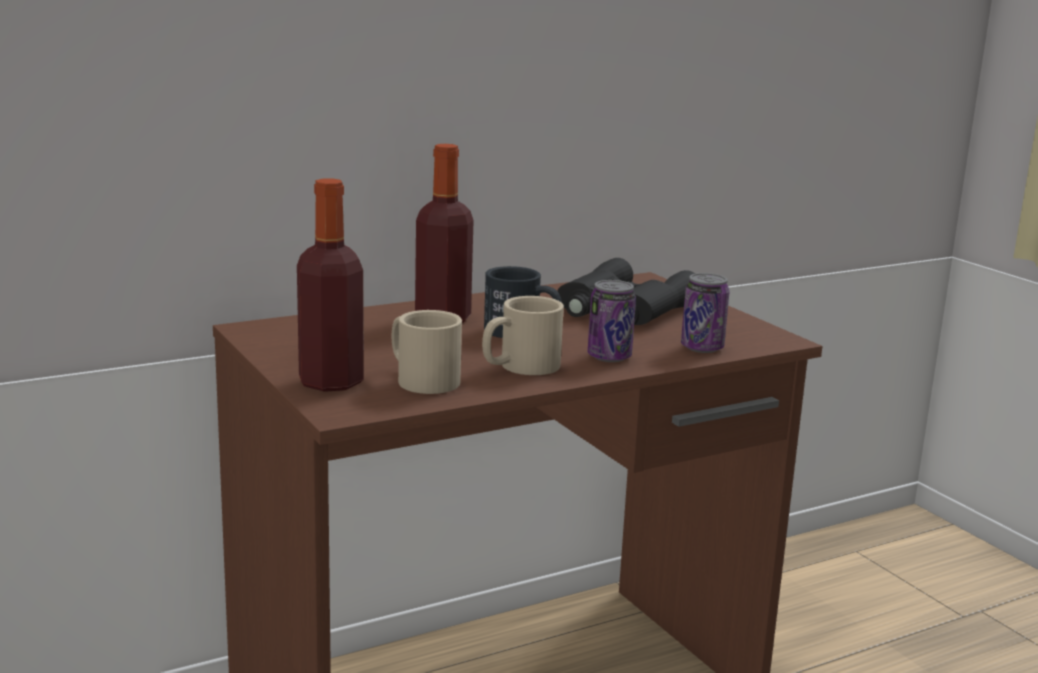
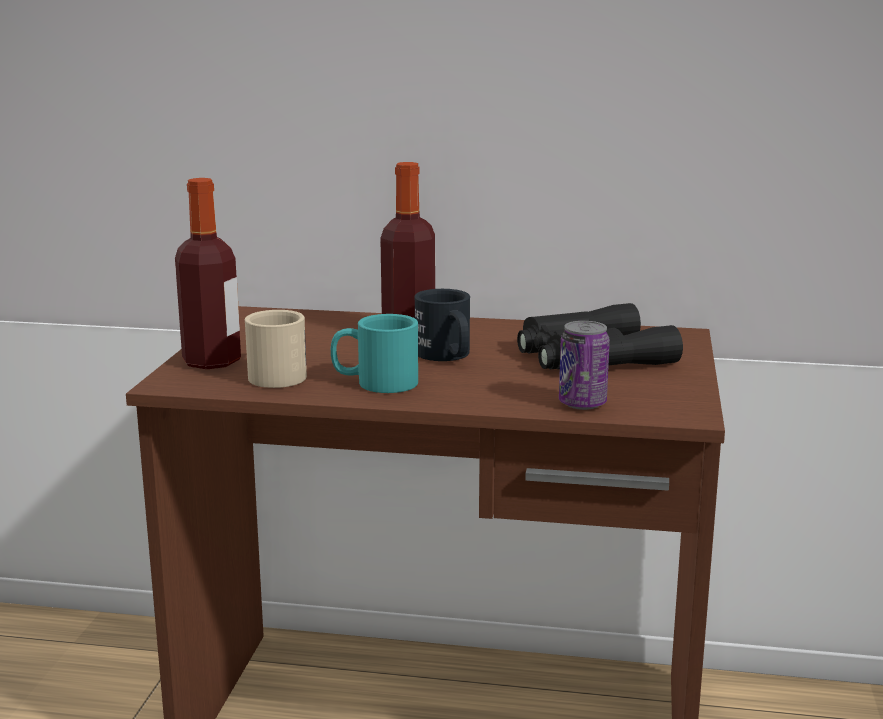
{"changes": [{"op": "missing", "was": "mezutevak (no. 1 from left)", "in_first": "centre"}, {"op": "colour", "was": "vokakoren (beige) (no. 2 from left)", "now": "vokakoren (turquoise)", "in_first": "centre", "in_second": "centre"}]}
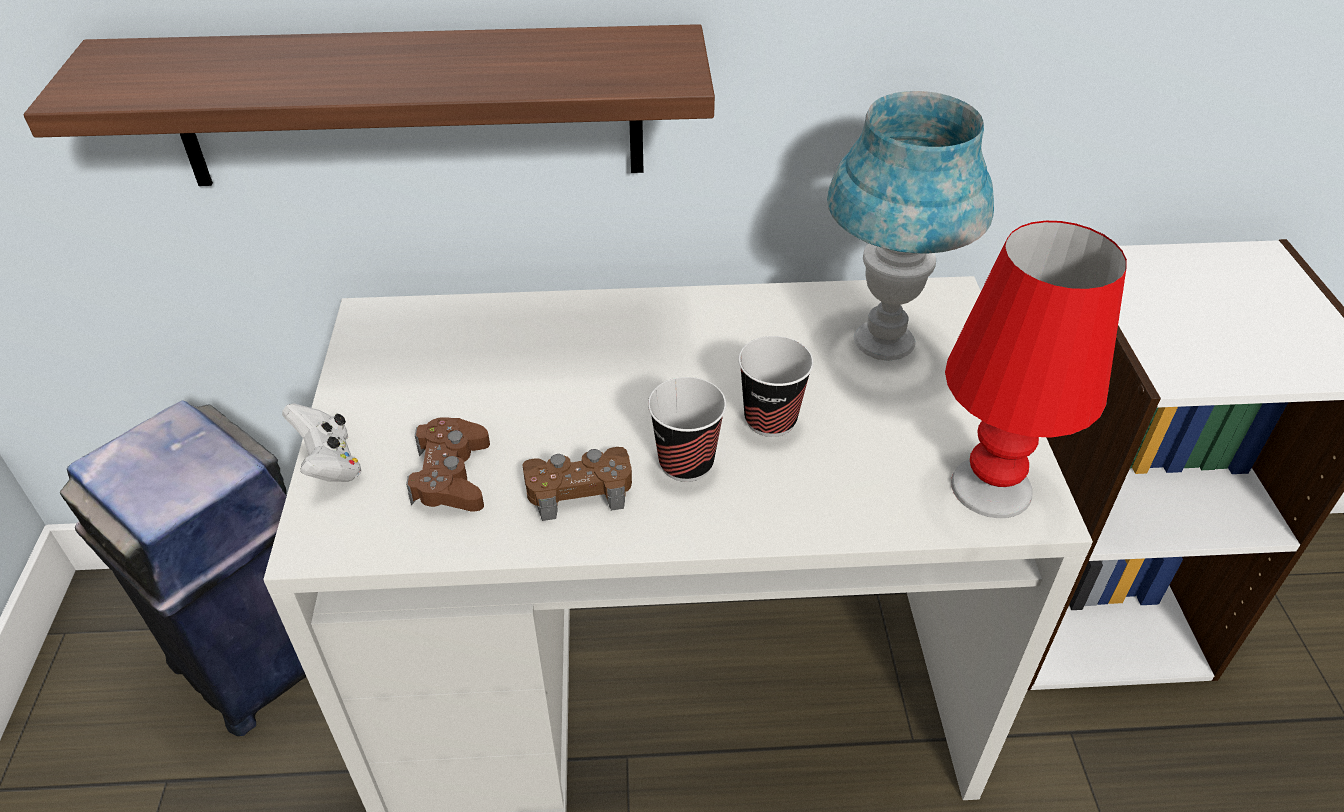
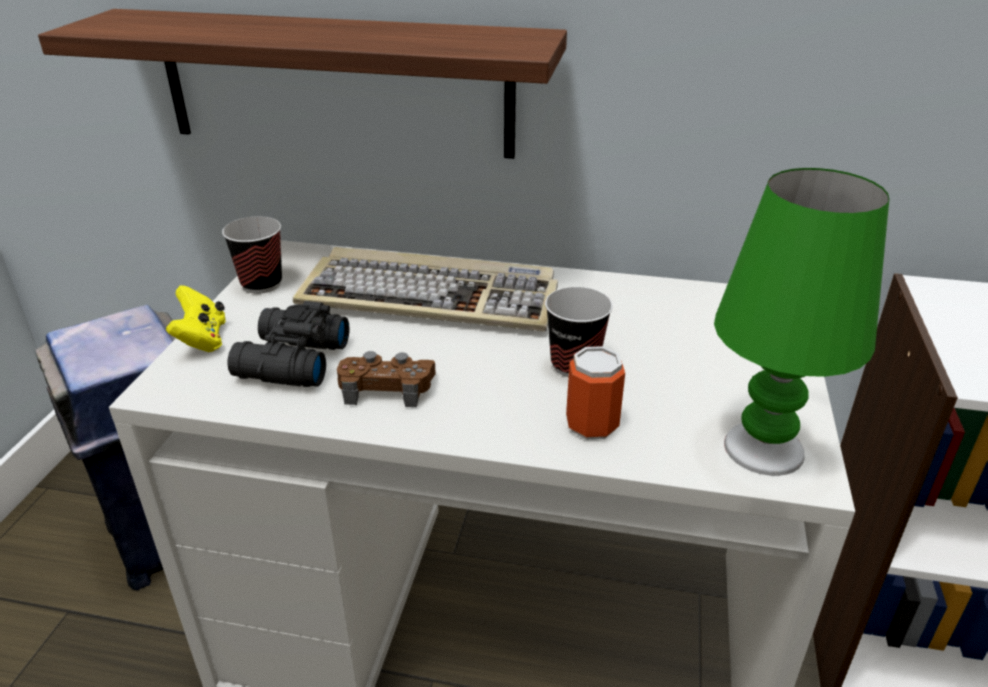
{"changes": [{"op": "missing", "was": "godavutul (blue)", "in_first": "top right"}, {"op": "colour", "was": "godavutul (red)", "now": "godavutul (green)", "in_first": "middle right", "in_second": "middle right"}, {"op": "relocated", "was": "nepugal (no. 1 from left)", "in_first": "centre", "in_second": "middle left"}, {"op": "colour", "was": "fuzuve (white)", "now": "fuzuve (yellow)", "in_first": "middle left", "in_second": "middle left"}, {"op": "exchanged", "was": "fuzuve (brown) (no. 1 from left)", "now": "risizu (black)", "in_first": "centre", "in_second": "middle left"}, {"op": "appeared", "now": "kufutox", "in_second": "centre"}, {"op": "appeared", "now": "mezutevak", "in_second": "centre"}]}
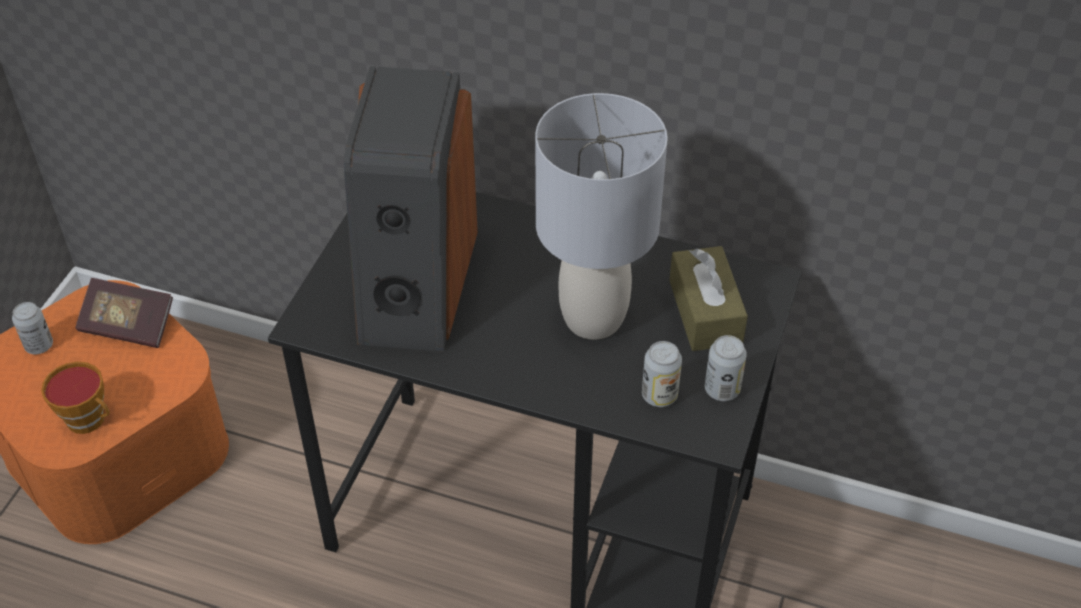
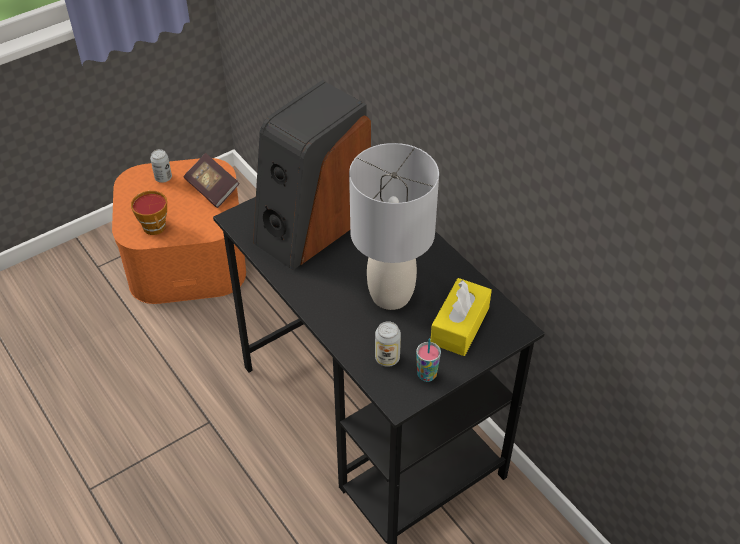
{"changes": [{"op": "colour", "was": "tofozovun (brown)", "now": "tofozovun (yellow)", "in_first": "centre", "in_second": "centre"}, {"op": "exchanged", "was": "mezutevak (no. 3 from left)", "now": "nepugal (no. 2 from left)", "in_first": "middle right", "in_second": "centre"}]}
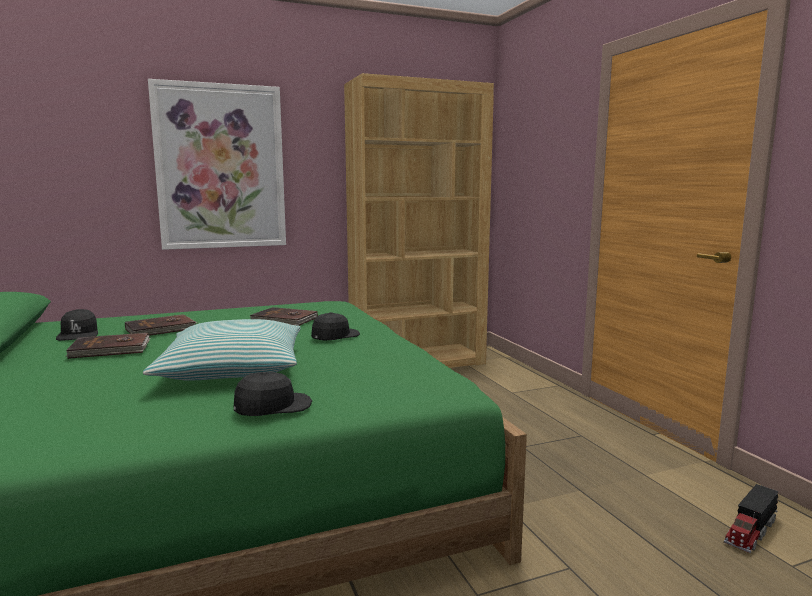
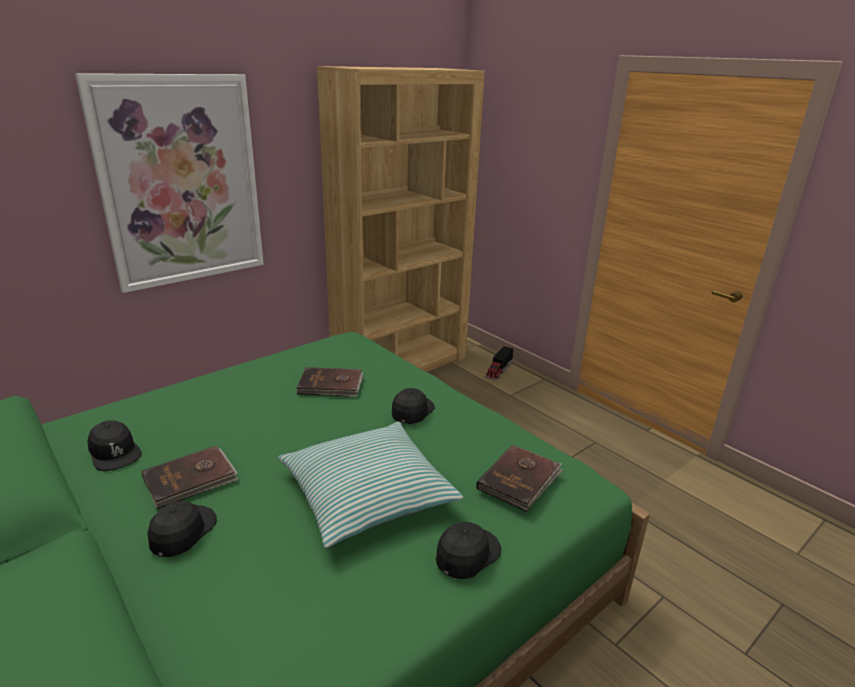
{"changes": [{"op": "relocated", "was": "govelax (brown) (no. 2 from left in the first image)", "now": "govelax (brown) (no. 3 from left)", "in_first": "middle left", "in_second": "bottom centre"}, {"op": "relocated", "was": "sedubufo", "in_first": "bottom right", "in_second": "centre"}, {"op": "appeared", "now": "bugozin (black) (no. 2 from left)", "in_second": "bottom left"}]}
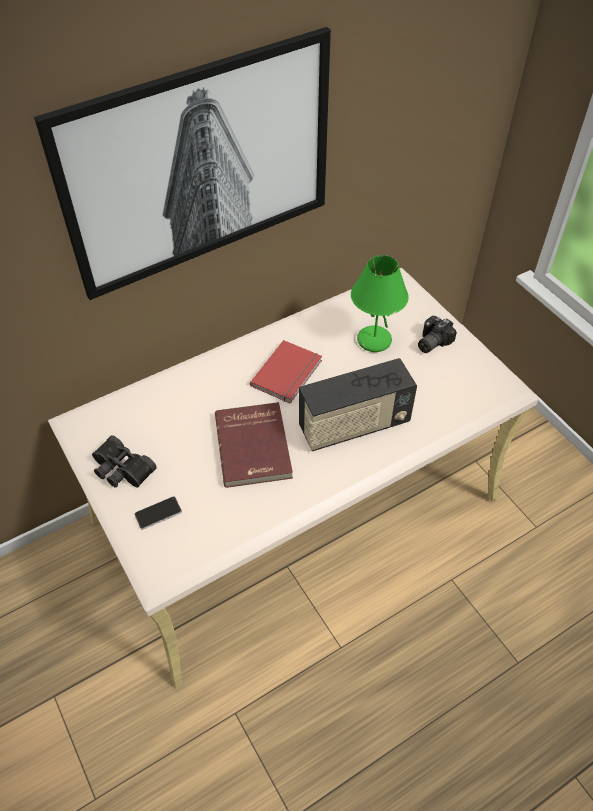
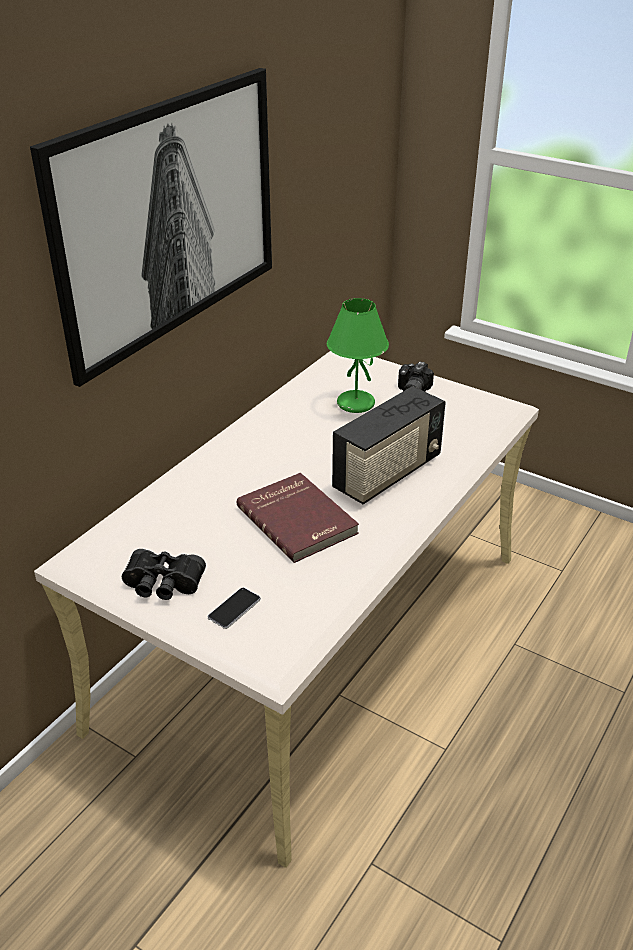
{"changes": [{"op": "missing", "was": "govelax (red) (no. 2 from left)", "in_first": "centre"}]}
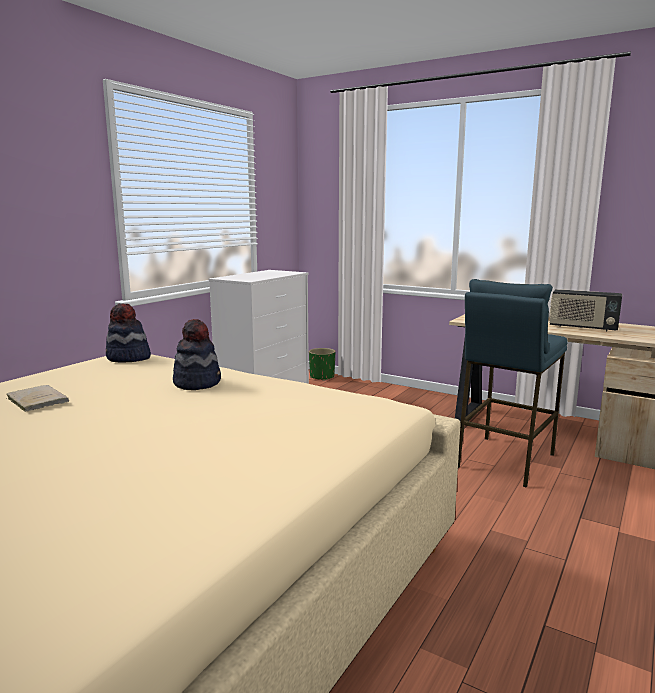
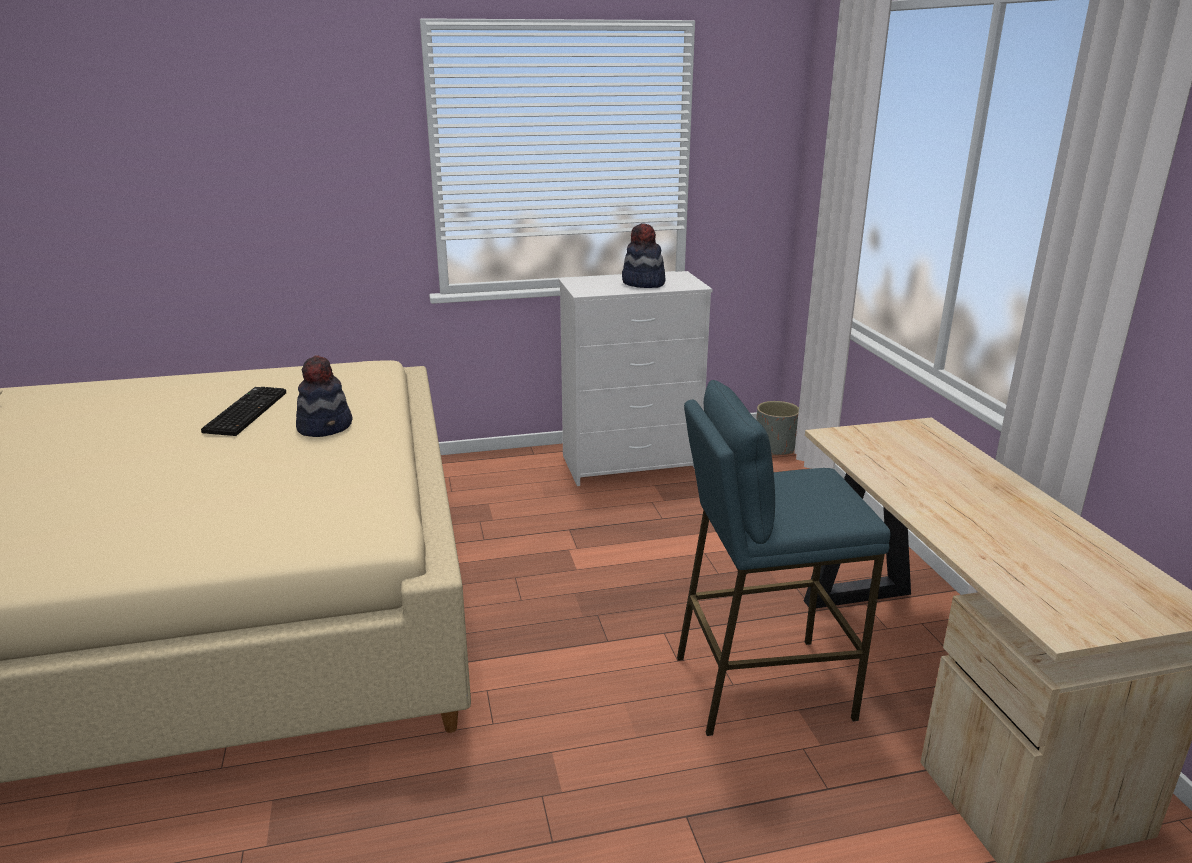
{"changes": [{"op": "missing", "was": "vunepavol", "in_first": "middle right"}, {"op": "relocated", "was": "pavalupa (no. 1 from left in the first image)", "now": "pavalupa (no. 2 from left)", "in_first": "middle left", "in_second": "top centre"}, {"op": "colour", "was": "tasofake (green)", "now": "tasofake (grey)", "in_first": "centre", "in_second": "centre"}, {"op": "missing", "was": "govelax (beige)", "in_first": "middle left"}, {"op": "appeared", "now": "kufutox", "in_second": "middle left"}]}
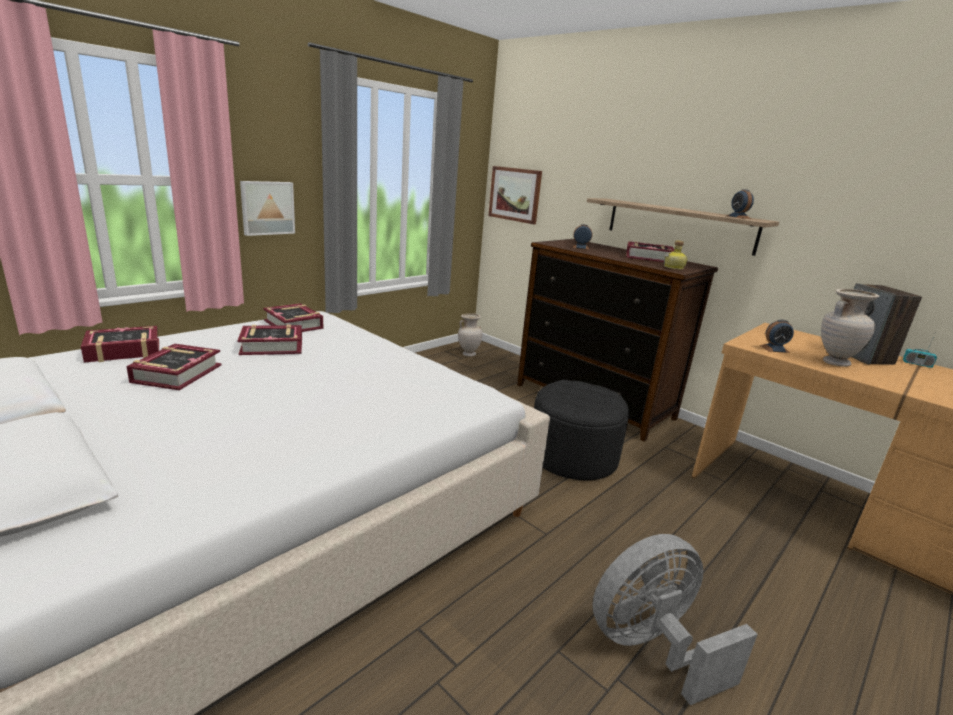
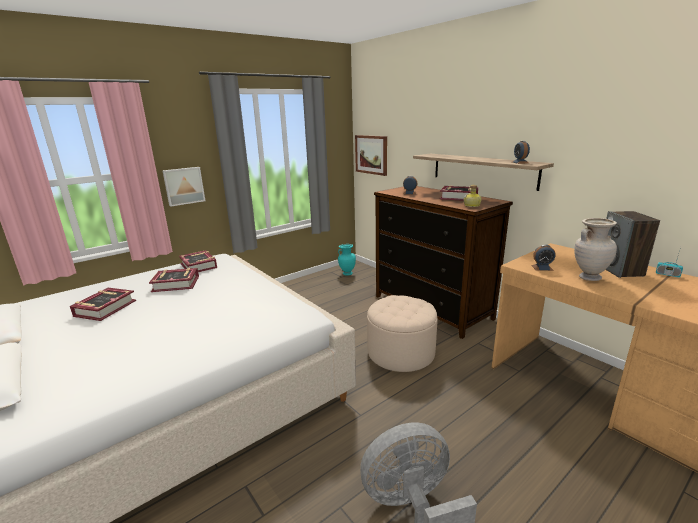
{"changes": [{"op": "colour", "was": "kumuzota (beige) (no. 1 from left)", "now": "kumuzota (turquoise)", "in_first": "centre", "in_second": "centre"}, {"op": "missing", "was": "govelax (no. 1 from left)", "in_first": "middle left"}, {"op": "colour", "was": "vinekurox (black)", "now": "vinekurox (beige)", "in_first": "centre", "in_second": "centre"}]}
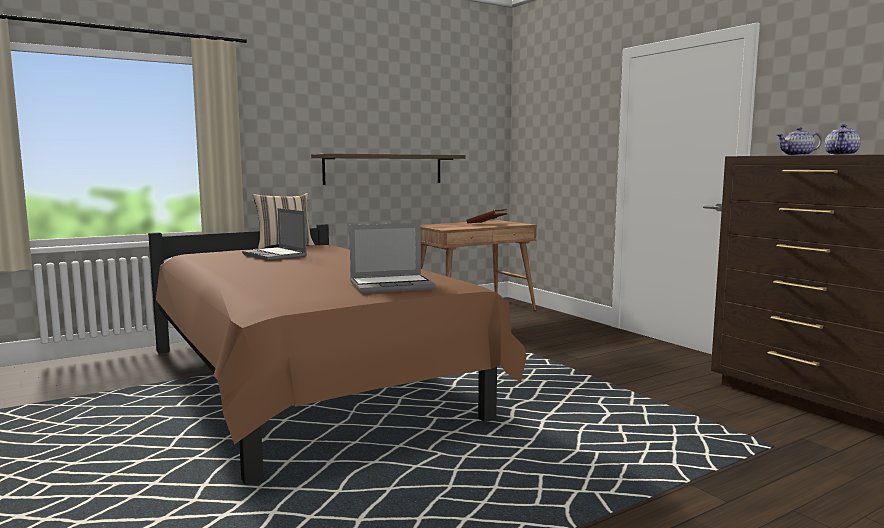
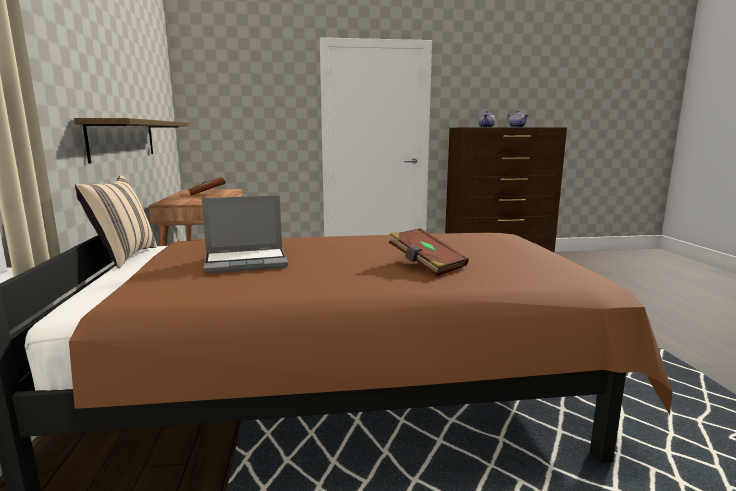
{"changes": [{"op": "missing", "was": "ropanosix (no. 2 from left)", "in_first": "centre"}, {"op": "appeared", "now": "govelax (brown) (no. 2 from left)", "in_second": "centre"}]}
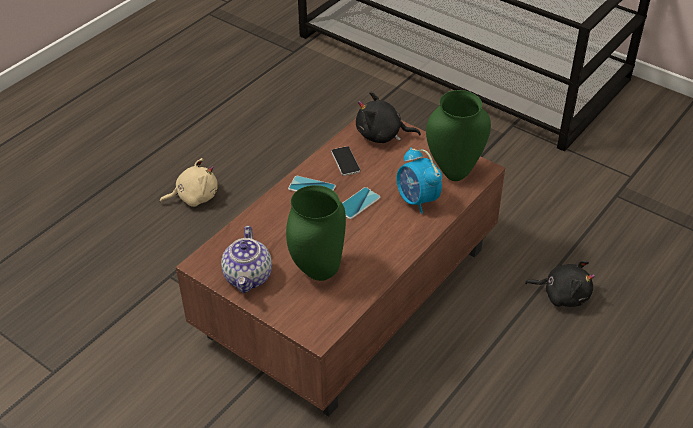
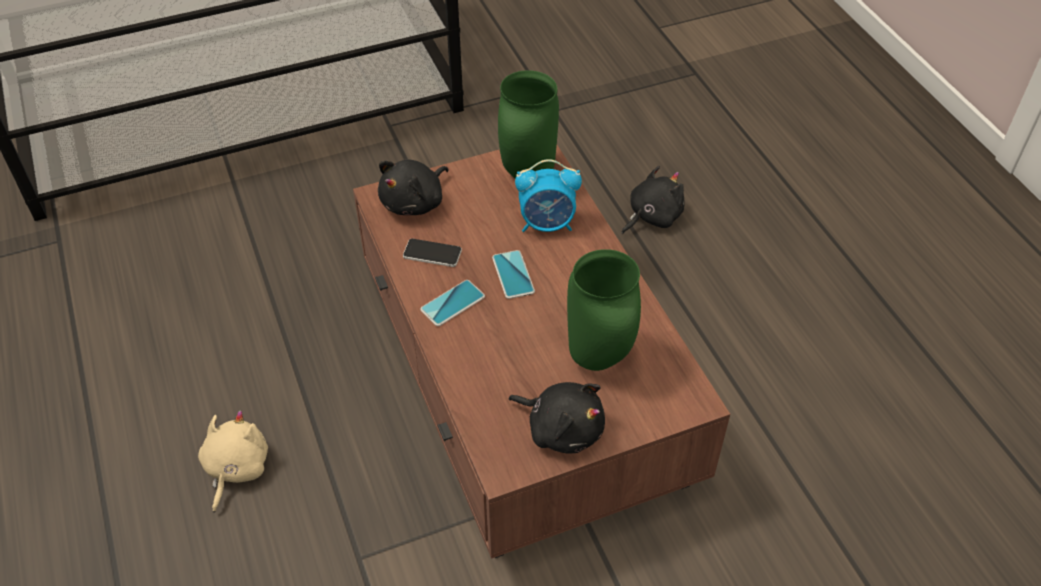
{"changes": [{"op": "exchanged", "was": "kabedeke", "now": "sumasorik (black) (no. 2 from left)", "in_first": "centre", "in_second": "bottom centre"}]}
